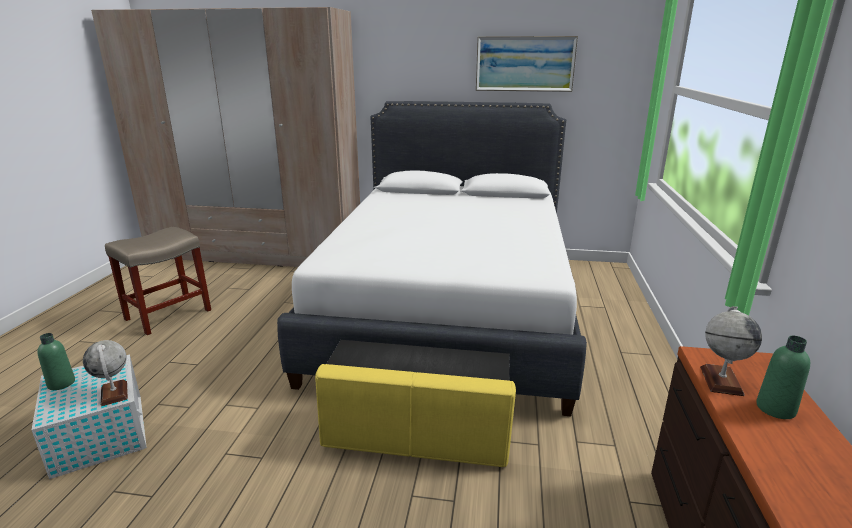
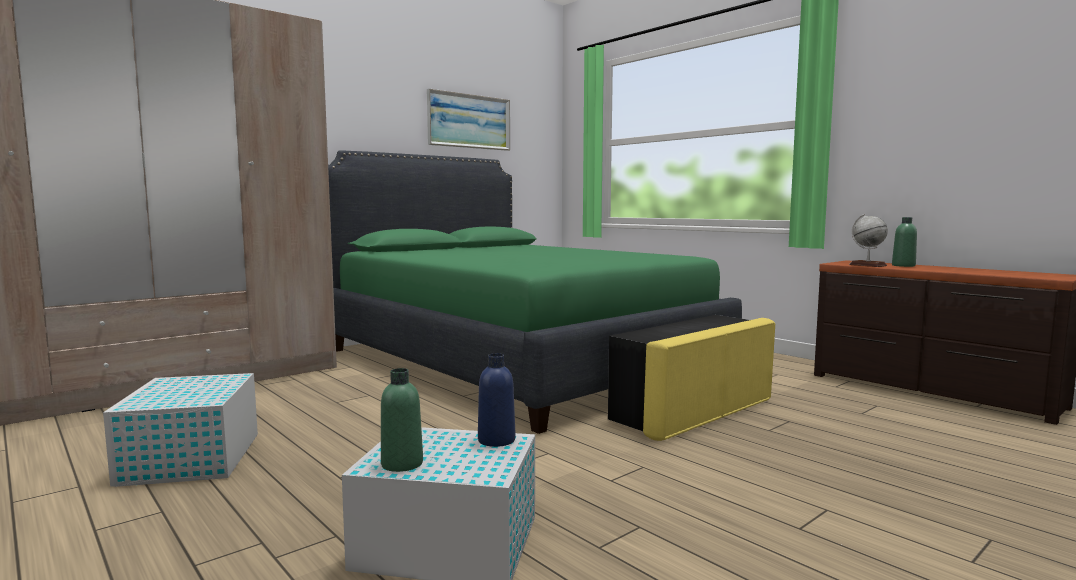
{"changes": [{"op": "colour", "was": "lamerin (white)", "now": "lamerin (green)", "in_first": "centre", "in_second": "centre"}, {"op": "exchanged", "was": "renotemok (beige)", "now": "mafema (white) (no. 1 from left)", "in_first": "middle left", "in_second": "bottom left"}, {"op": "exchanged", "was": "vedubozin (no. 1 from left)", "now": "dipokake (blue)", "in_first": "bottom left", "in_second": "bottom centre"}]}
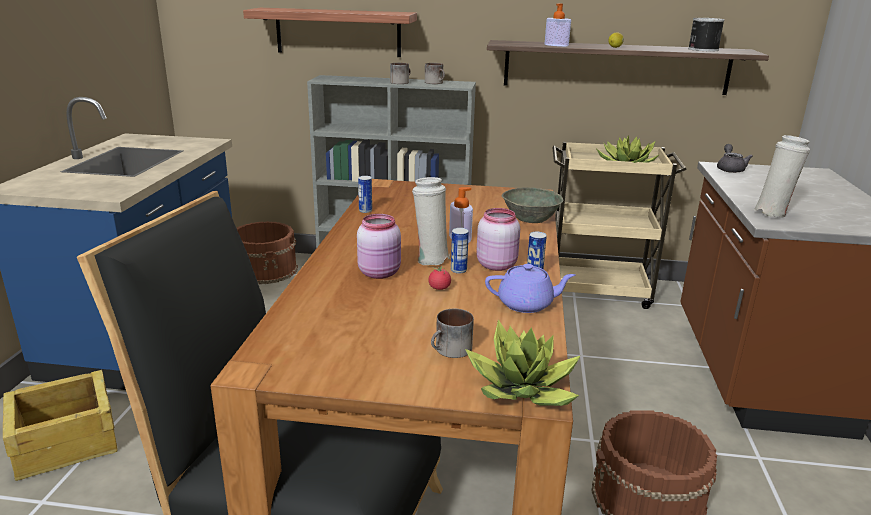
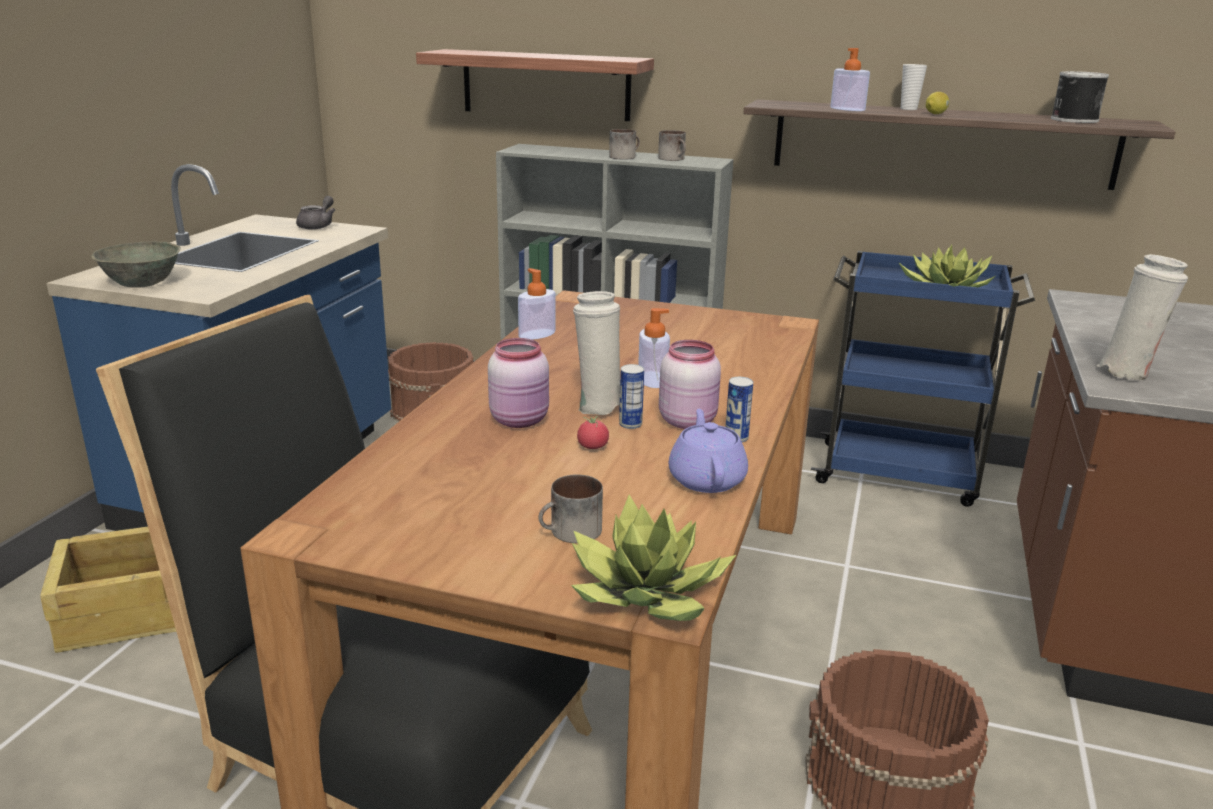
{"changes": [{"op": "colour", "was": "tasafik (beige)", "now": "tasafik (blue)", "in_first": "middle right", "in_second": "middle right"}, {"op": "relocated", "was": "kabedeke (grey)", "in_first": "top right", "in_second": "top left"}, {"op": "exchanged", "was": "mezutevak (no. 1 from left)", "now": "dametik (no. 1 from left)", "in_first": "centre", "in_second": "centre"}, {"op": "relocated", "was": "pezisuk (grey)", "in_first": "centre", "in_second": "top left"}, {"op": "spun", "was": "kabedeke (purple)", "in_first": "centre", "in_second": "centre", "clockwise": -105}, {"op": "appeared", "now": "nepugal", "in_second": "top right"}]}
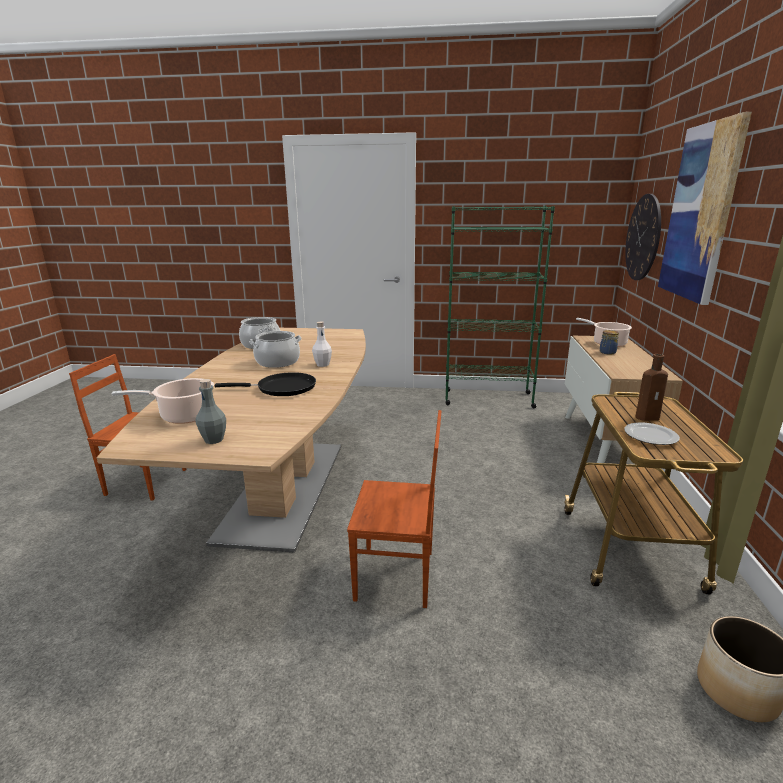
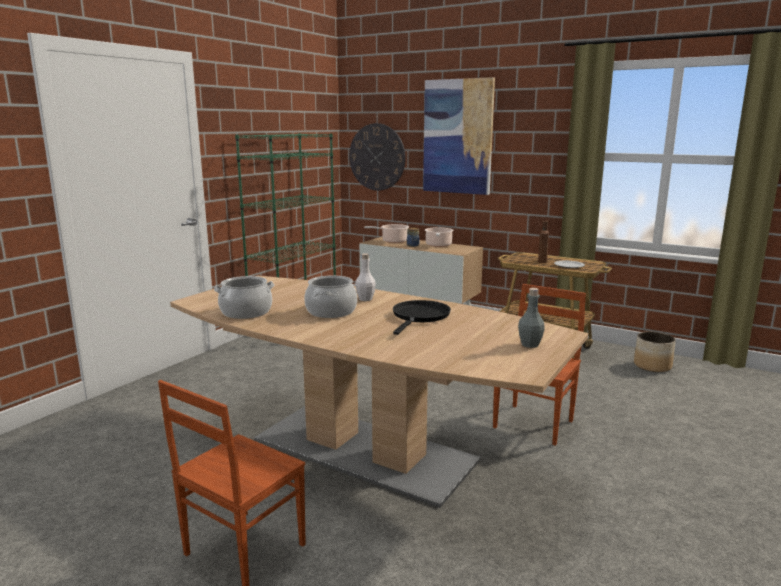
{"changes": [{"op": "relocated", "was": "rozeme (no. 1 from left in the first image)", "now": "rozeme (no. 4 from left)", "in_first": "middle left", "in_second": "centre"}]}
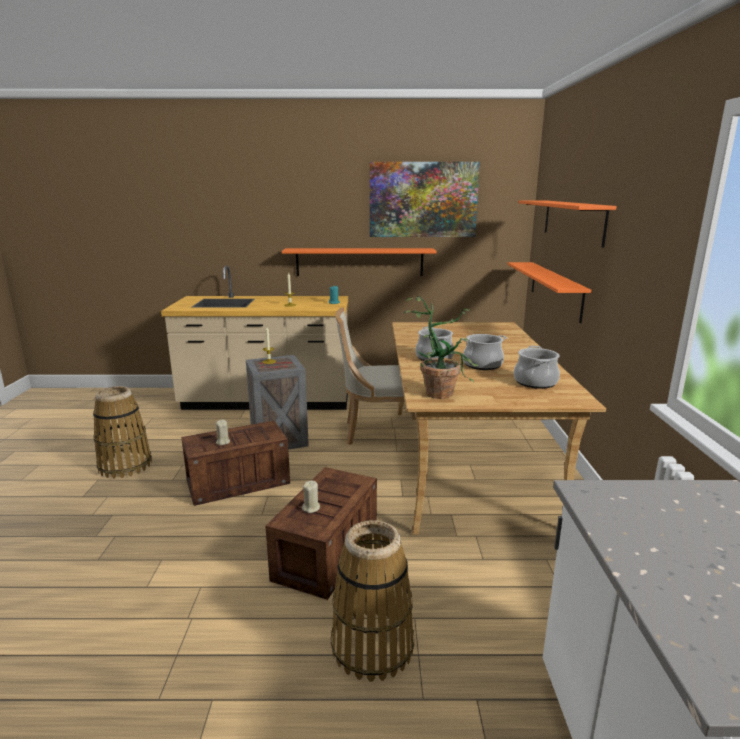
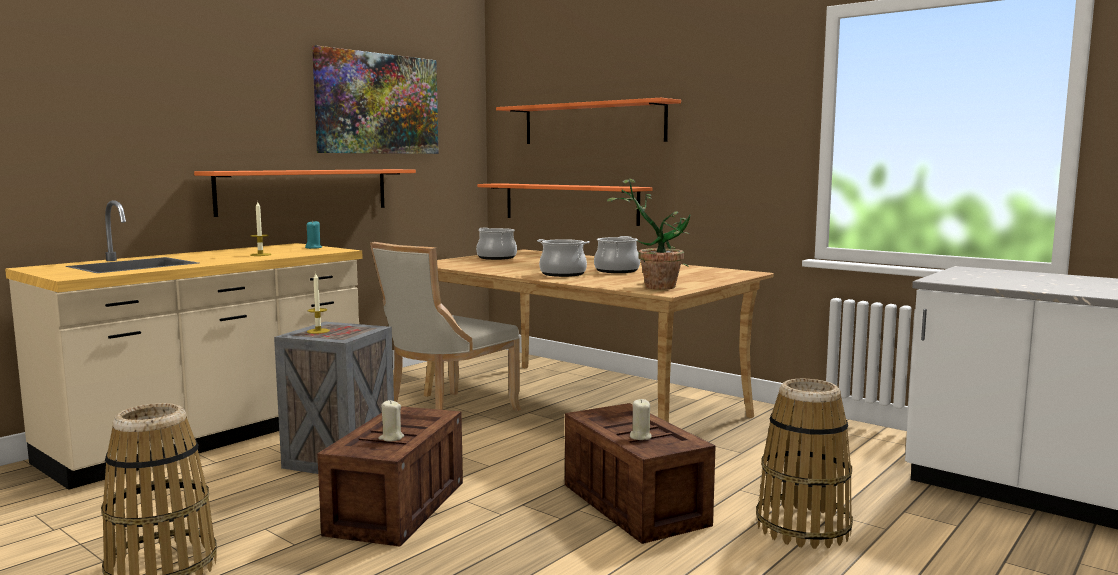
{"changes": [{"op": "relocated", "was": "rozeme (no. 3 from left in the first image)", "now": "rozeme (no. 1 from left)", "in_first": "middle right", "in_second": "centre"}]}
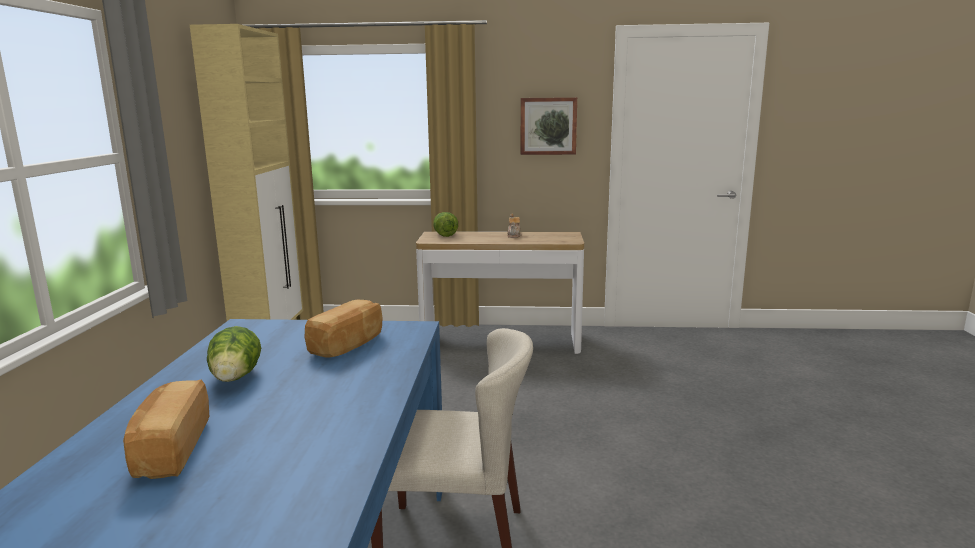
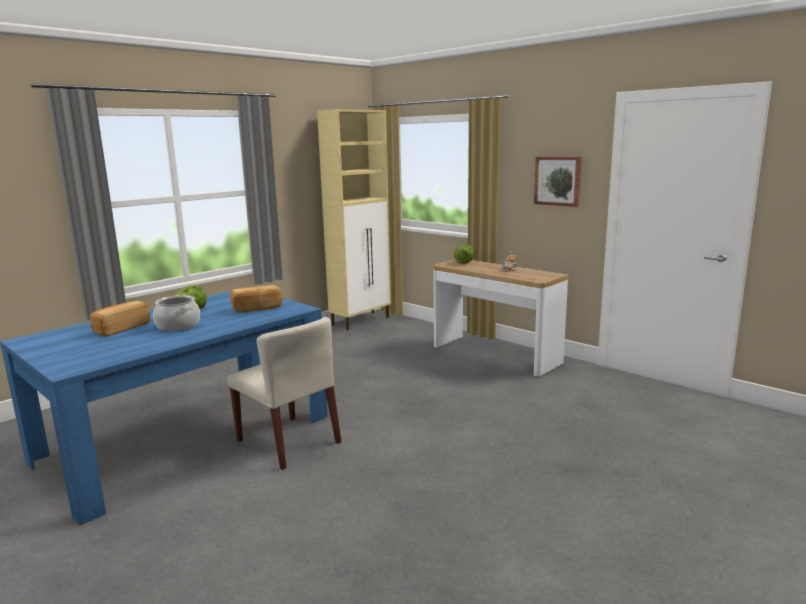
{"changes": [{"op": "appeared", "now": "rozeme", "in_second": "middle left"}]}
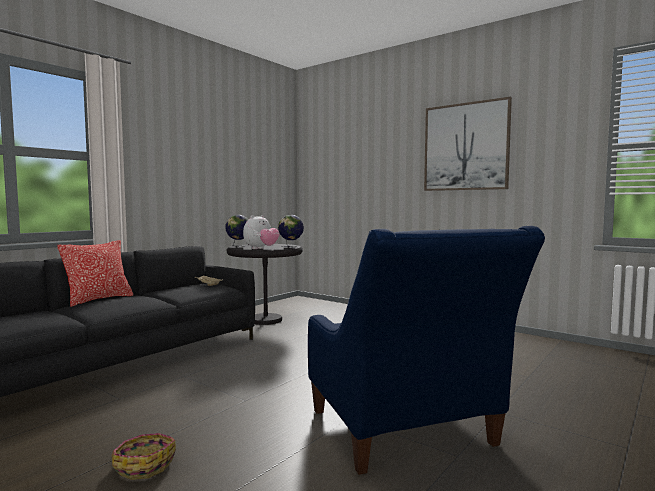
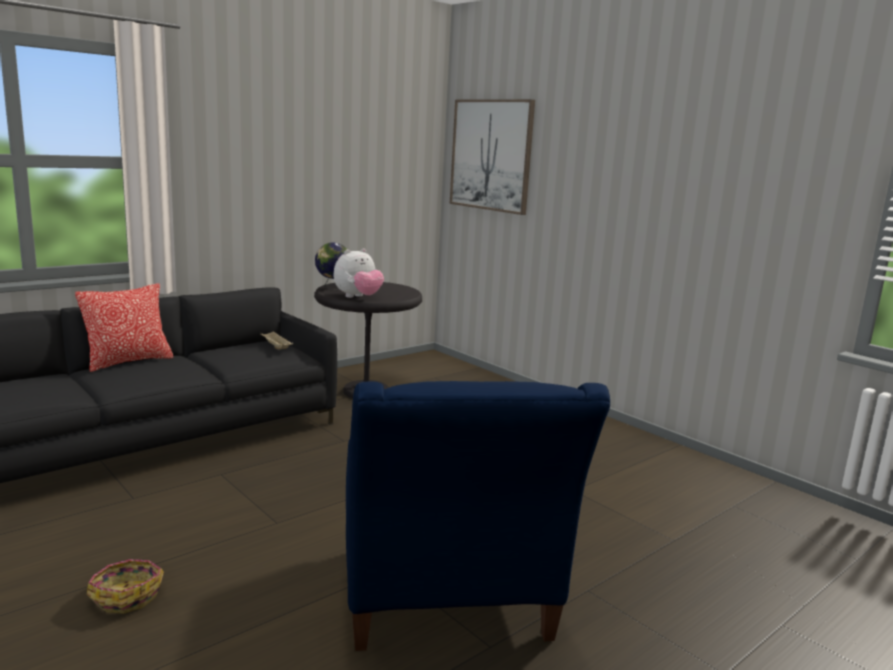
{"changes": [{"op": "relocated", "was": "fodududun", "in_first": "top right", "in_second": "top centre"}, {"op": "missing", "was": "vedubozin (no. 2 from left)", "in_first": "centre"}]}
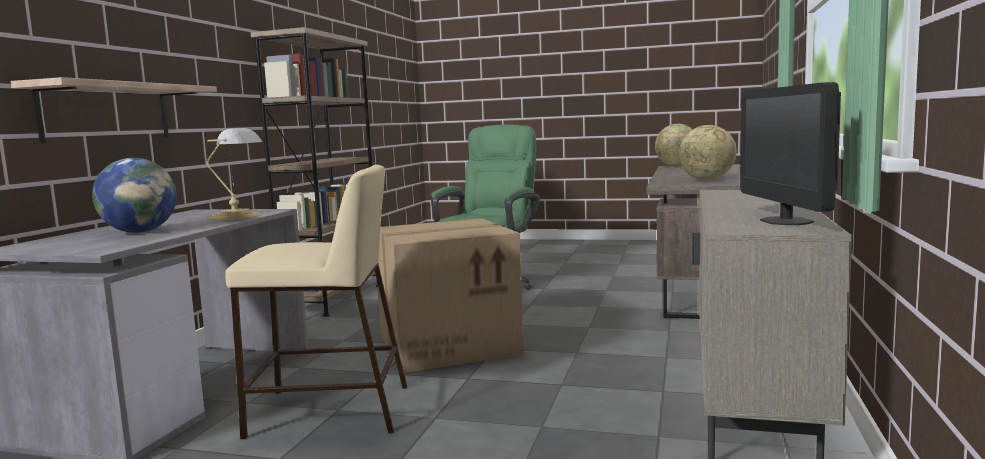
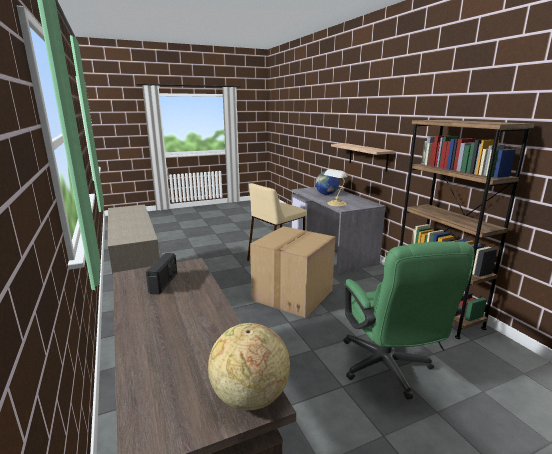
{"changes": [{"op": "missing", "was": "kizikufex", "in_first": "middle right"}, {"op": "exchanged", "was": "vedubozin (no. 3 from left)", "now": "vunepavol", "in_first": "top right", "in_second": "middle left"}]}
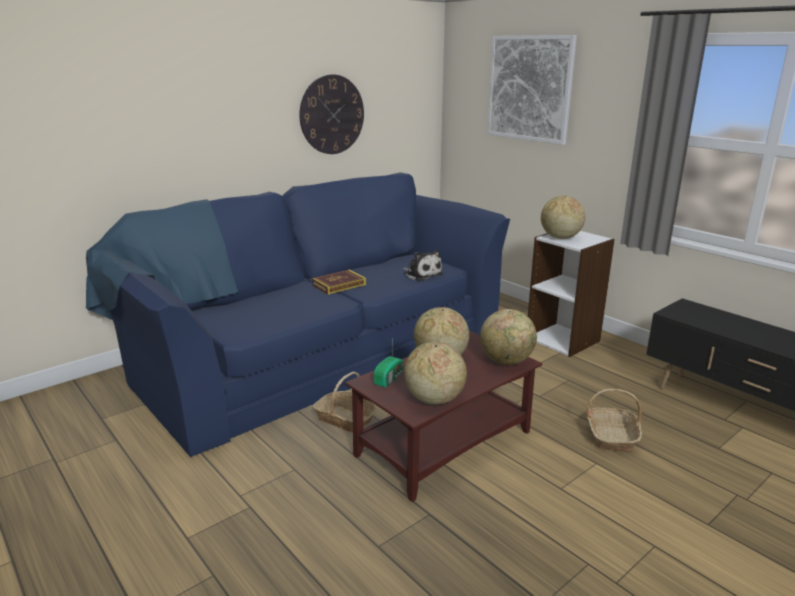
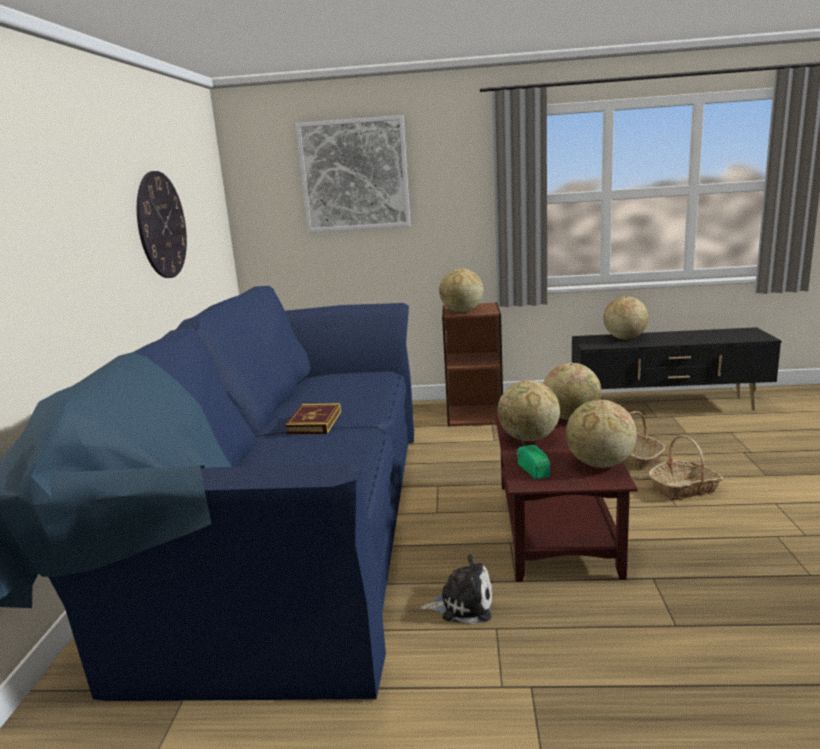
{"changes": [{"op": "colour", "was": "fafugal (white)", "now": "fafugal (brown)", "in_first": "middle right", "in_second": "centre"}, {"op": "relocated", "was": "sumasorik", "in_first": "centre", "in_second": "bottom centre"}, {"op": "relocated", "was": "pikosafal (no. 1 from left in the first image)", "now": "pikosafal (no. 2 from left)", "in_first": "bottom centre", "in_second": "middle right"}, {"op": "appeared", "now": "vedubozin (no. 5 from left)", "in_second": "middle right"}]}
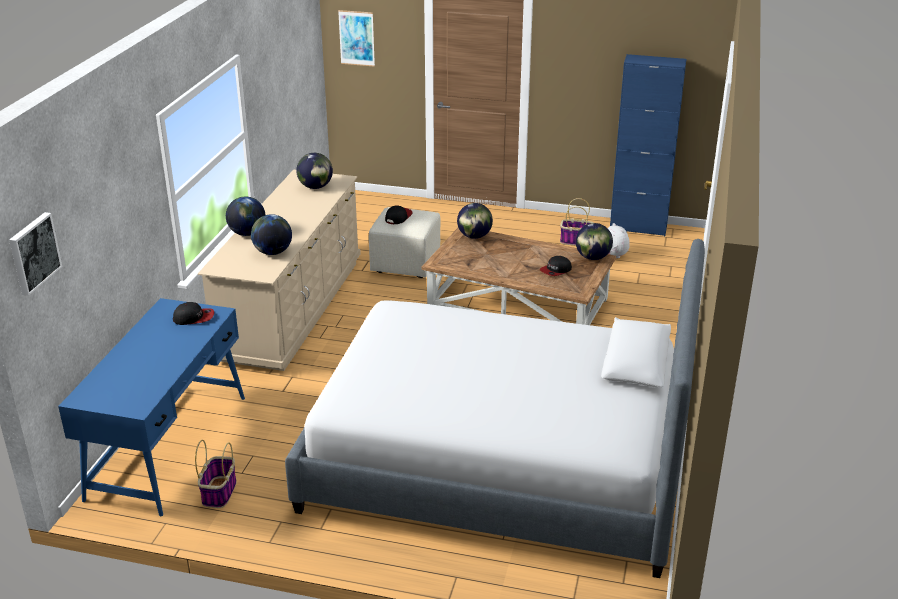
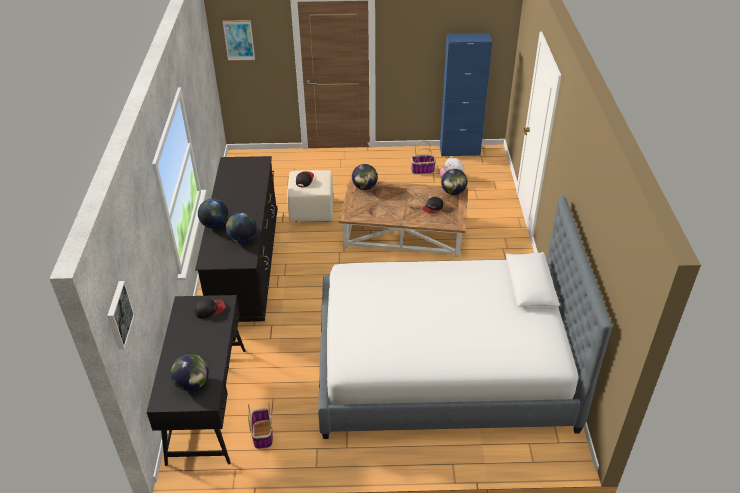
{"changes": [{"op": "relocated", "was": "vedubozin (no. 3 from left in the first image)", "now": "vedubozin (no. 1 from left)", "in_first": "top centre", "in_second": "bottom left"}, {"op": "colour", "was": "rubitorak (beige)", "now": "rubitorak (black)", "in_first": "middle left", "in_second": "middle left"}, {"op": "colour", "was": "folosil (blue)", "now": "folosil (black)", "in_first": "bottom left", "in_second": "bottom left"}]}
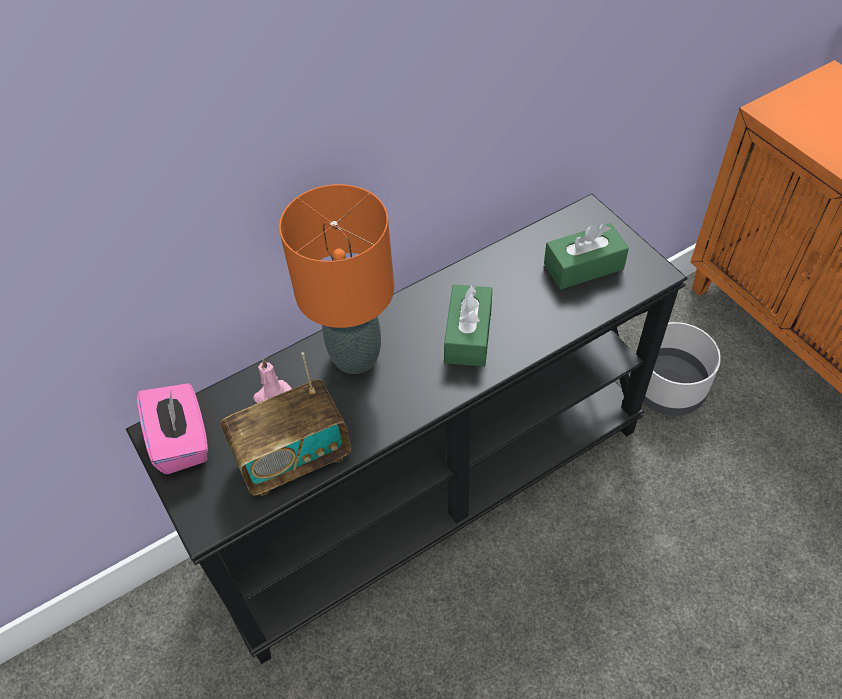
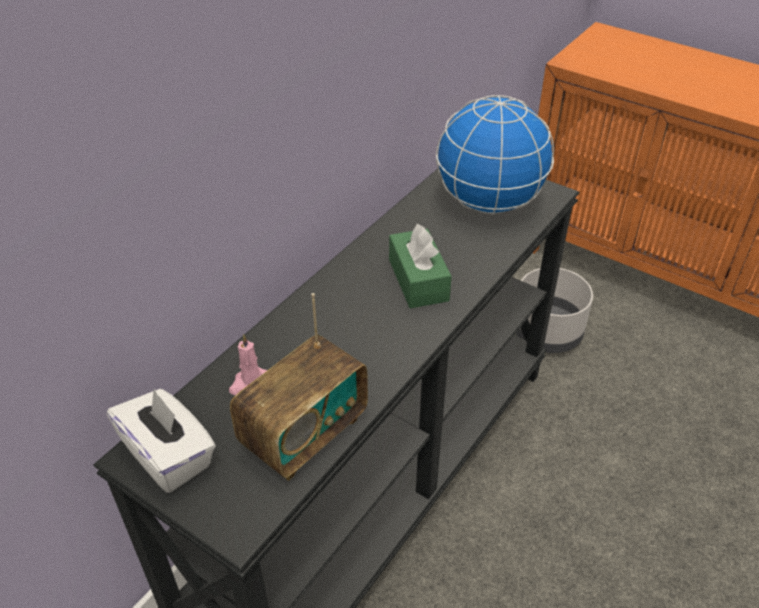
{"changes": [{"op": "missing", "was": "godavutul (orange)", "in_first": "centre"}, {"op": "exchanged", "was": "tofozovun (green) (no. 2 from left)", "now": "vedubozin", "in_first": "middle right", "in_second": "top centre"}, {"op": "colour", "was": "tofozovun (pink)", "now": "tofozovun (white)", "in_first": "middle left", "in_second": "bottom left"}]}
